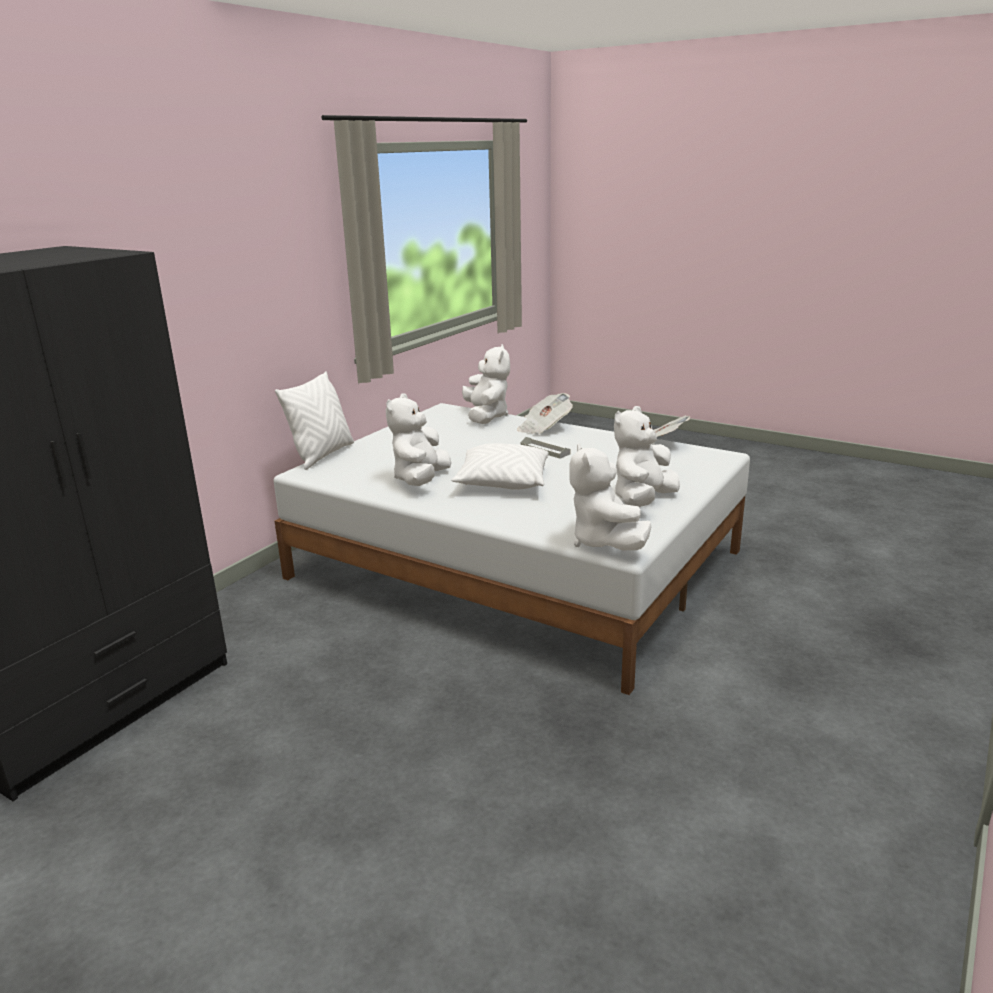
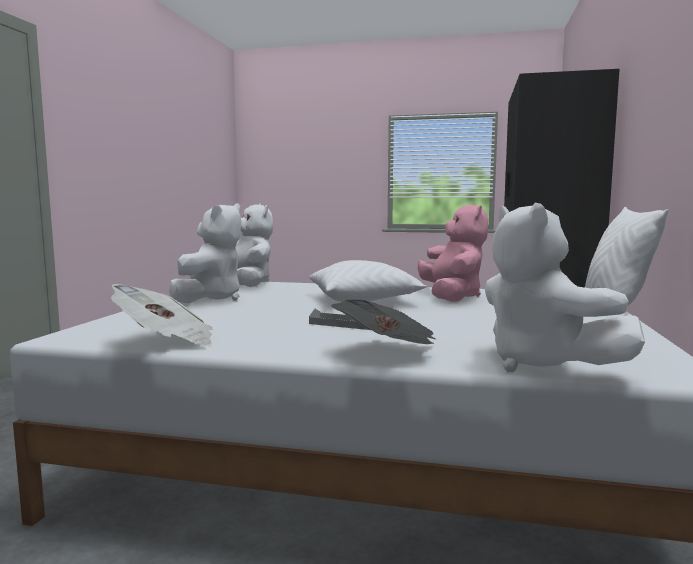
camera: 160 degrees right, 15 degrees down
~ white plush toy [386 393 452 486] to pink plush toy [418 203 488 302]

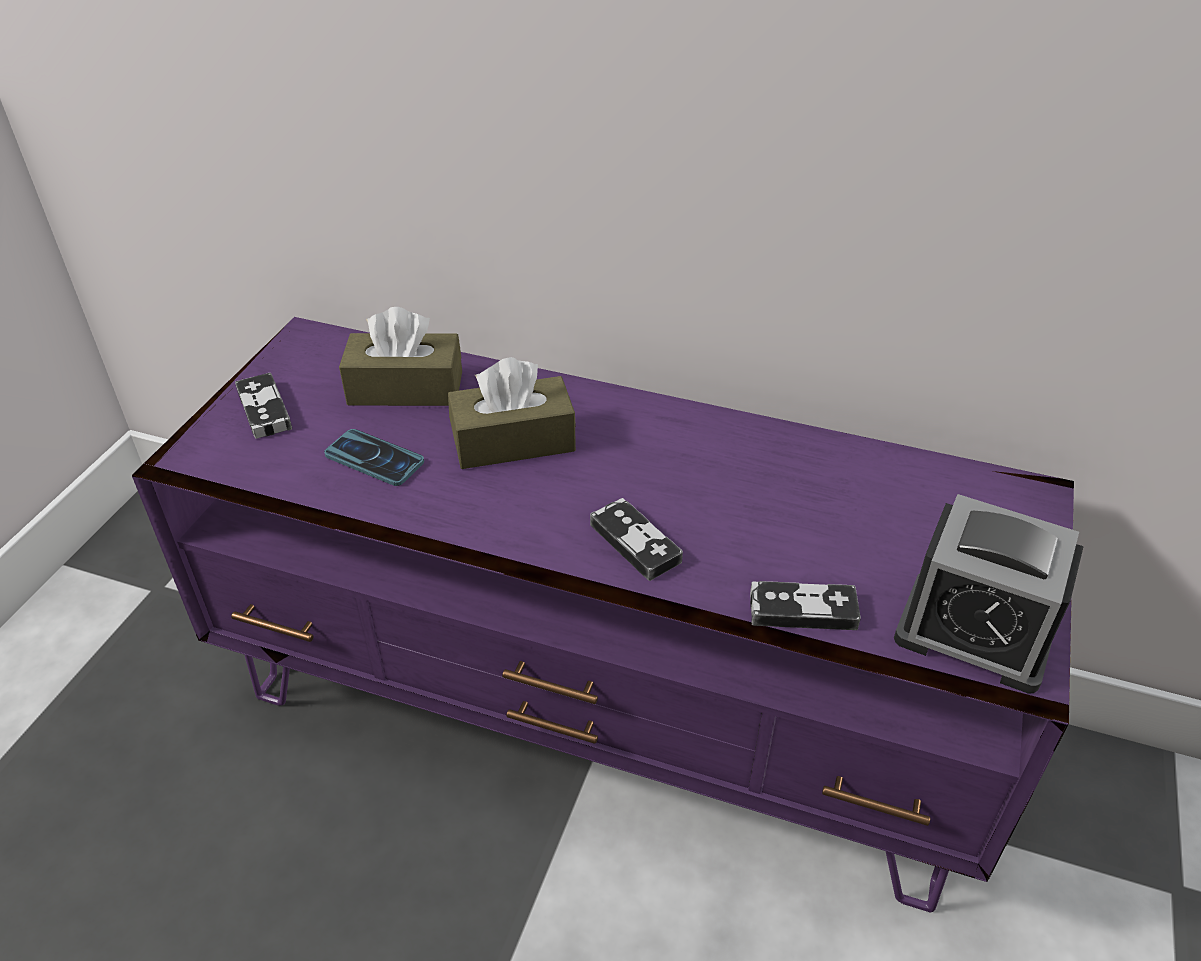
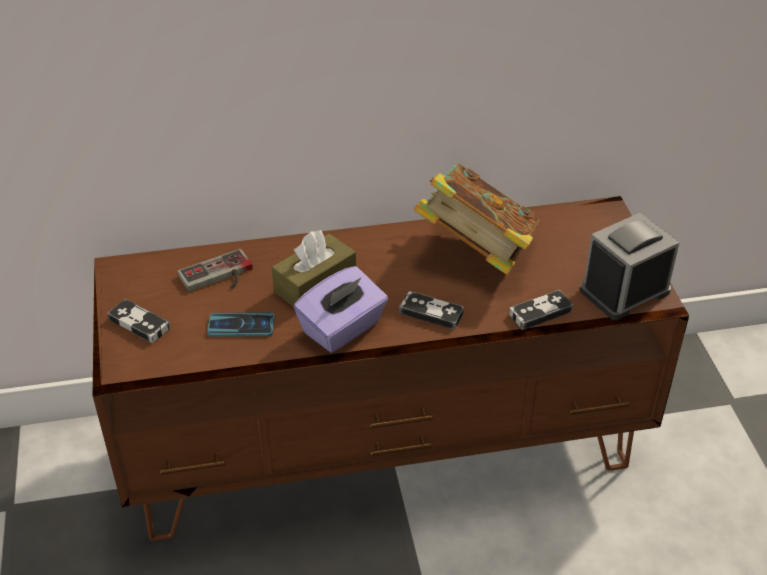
camera: 30 degrees left, 0 degrees up
~ purple tv stand [132 317 1074 913] to brown tv stand [93 196 689 541]
~ brown tissue box [339 307 462 406] to game controller [178 249 253 292]
+ purple tissue box [294 266 388 353]
+ book [414 163 540 275]
~ alarm clock [894 494 1084 694] = [580 213 679 320] 150 degrees clockwise

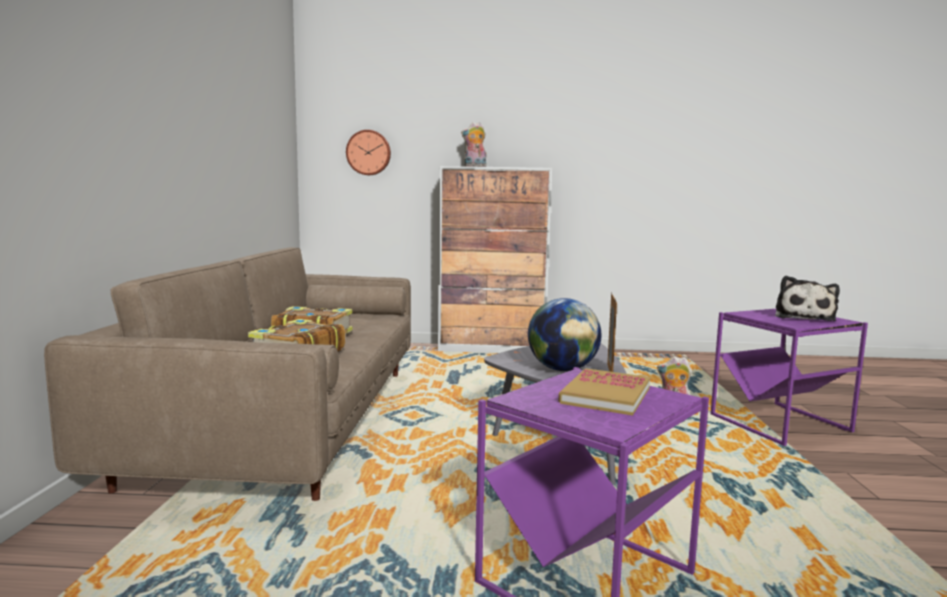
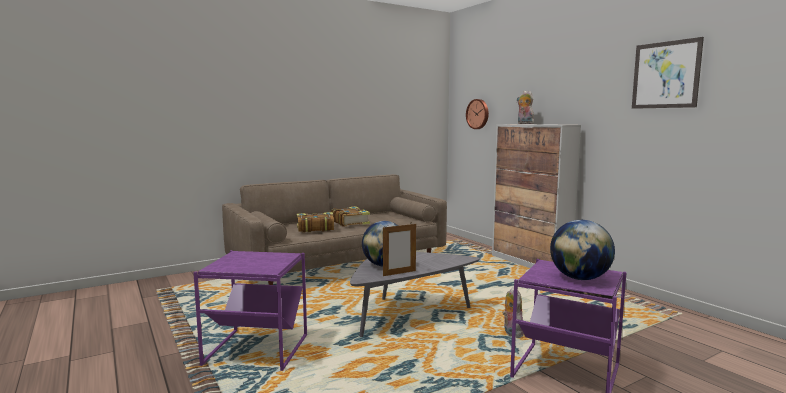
camera: 55 degrees right, 0 degrees up
~ plush toy [775 276 840 321] to globe [550 220 615 280]
+ picture [632 37 704 109]
- book [558 368 650 416]

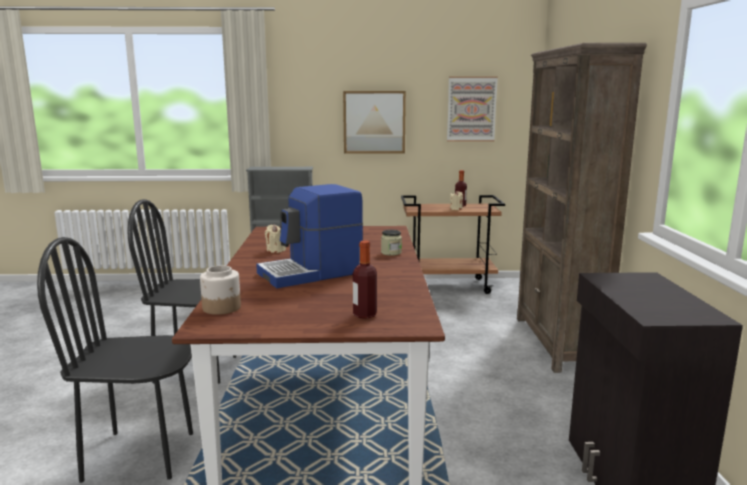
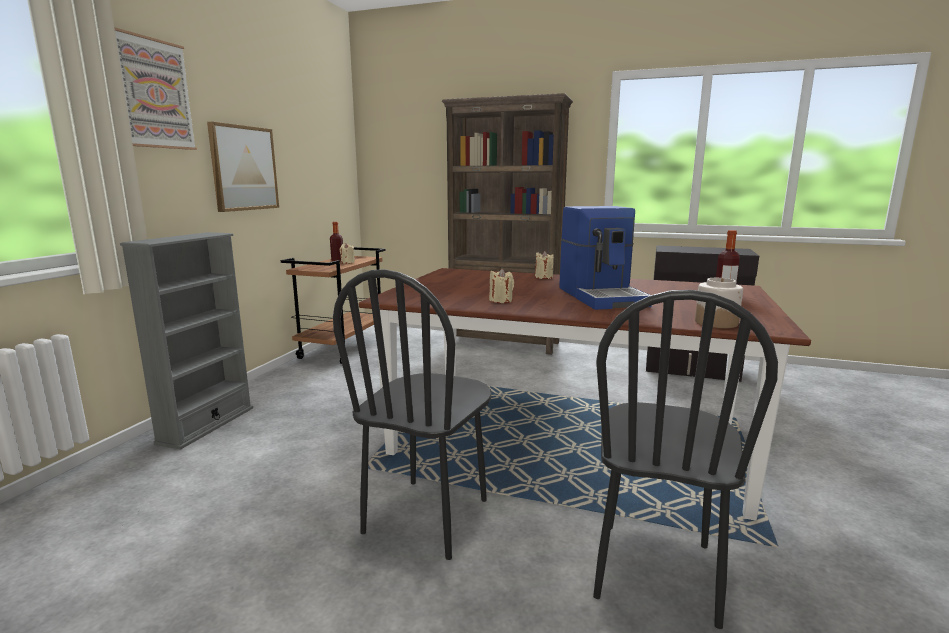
camera: 70 degrees left, 0 degrees up
~ picture [447 76 498 141] to [114 27 197 150]
~ jar [381 230 402 256] to beige candle [535 251 554 279]

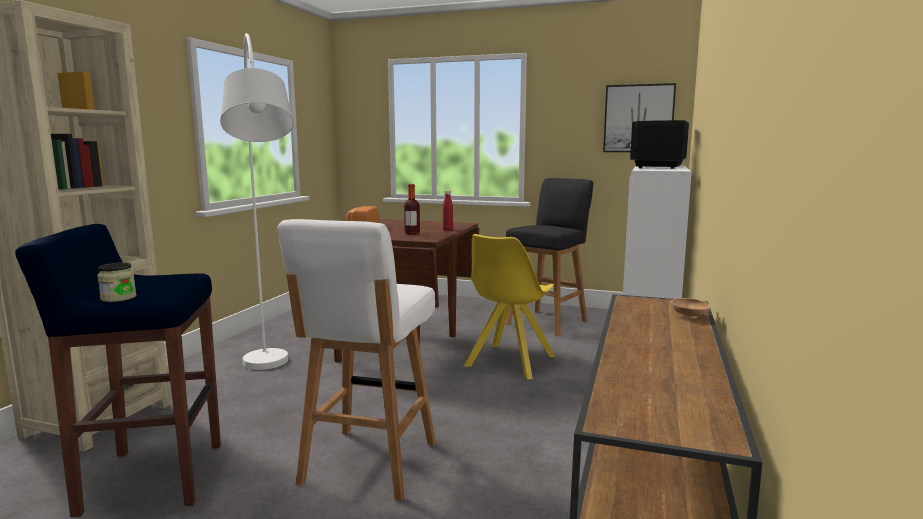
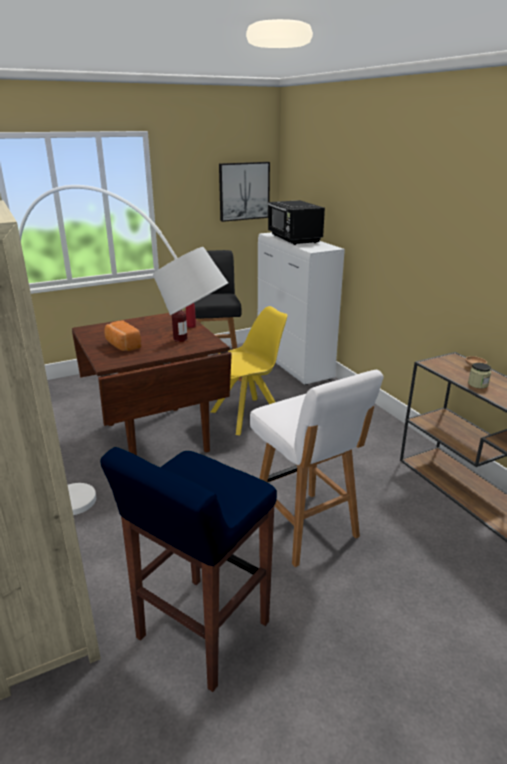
camera: 45 degrees left, 15 degrees up
~ yellow chair [464 234 555 380] = [211 306 288 435] 105 degrees counterclockwise
~ jar [97 263 136 302] to [468 363 491 389]

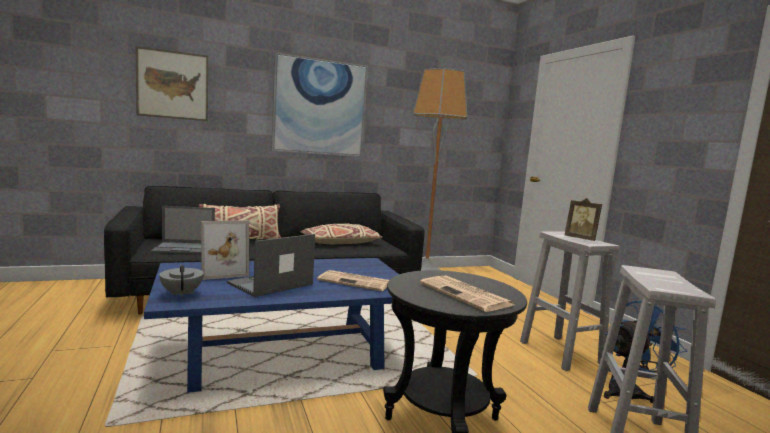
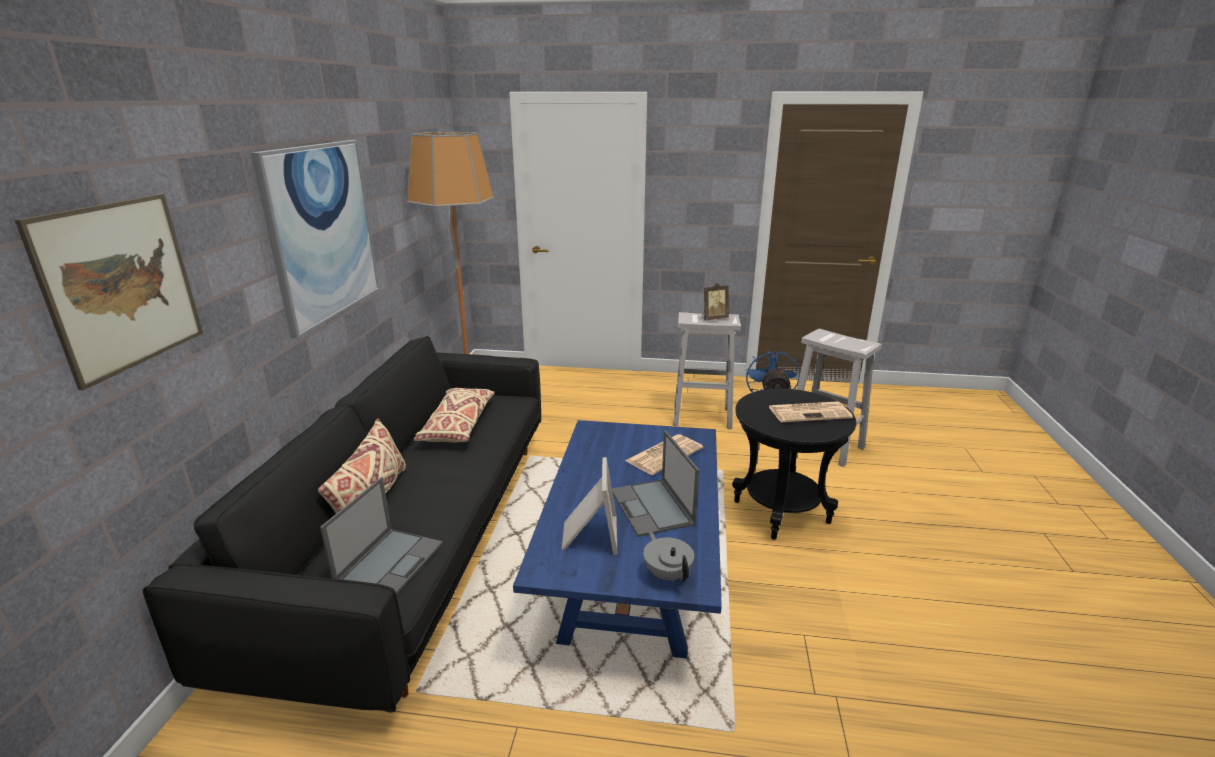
camera: 60 degrees left, 15 degrees up
~ grey teapot [159 265 204 297] = [643 531 694 582] 60 degrees clockwise

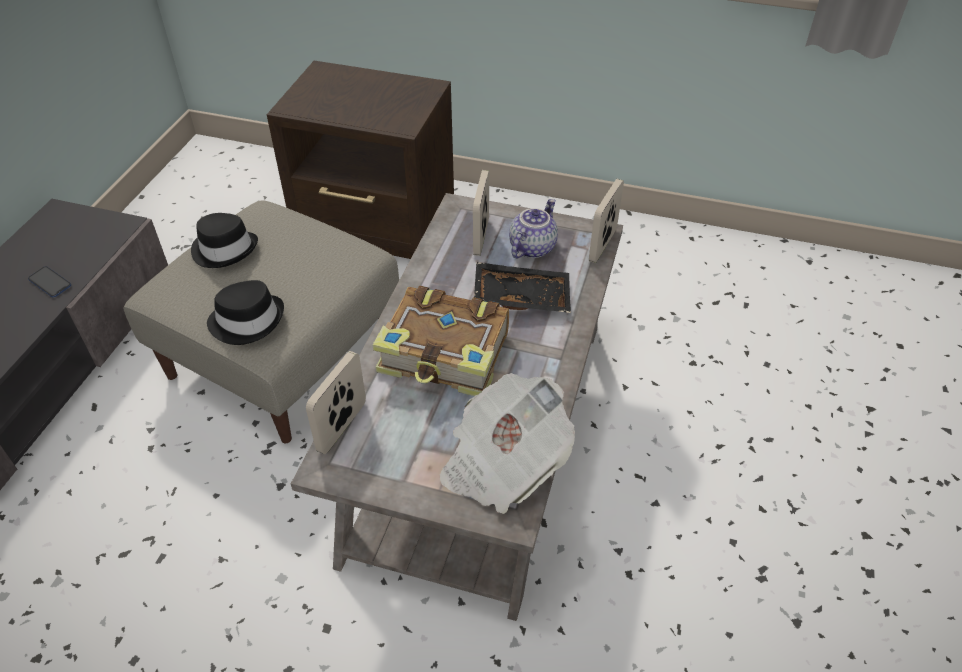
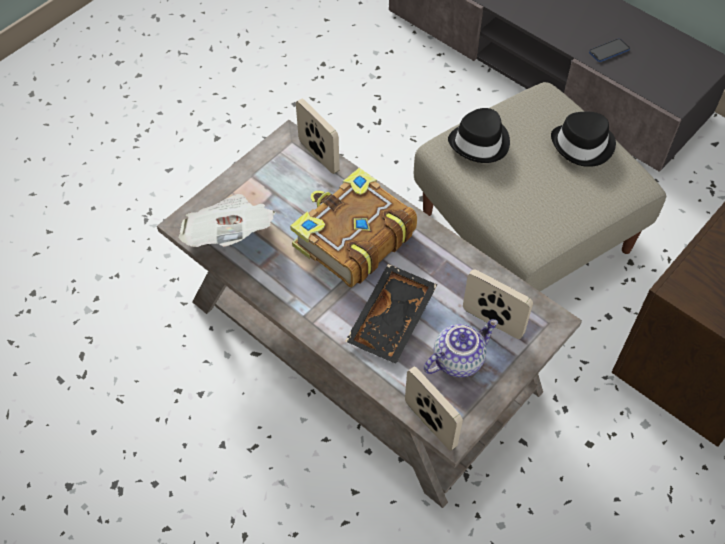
camera: 115 degrees right, 10 degrees up
~ teapot [509 199 558 258] = [424 319 498 377] 90 degrees counterclockwise

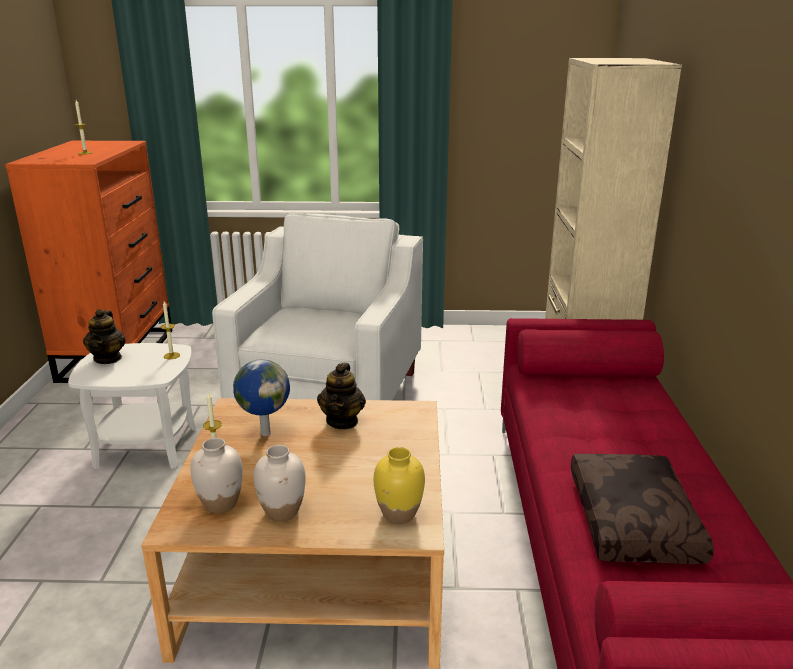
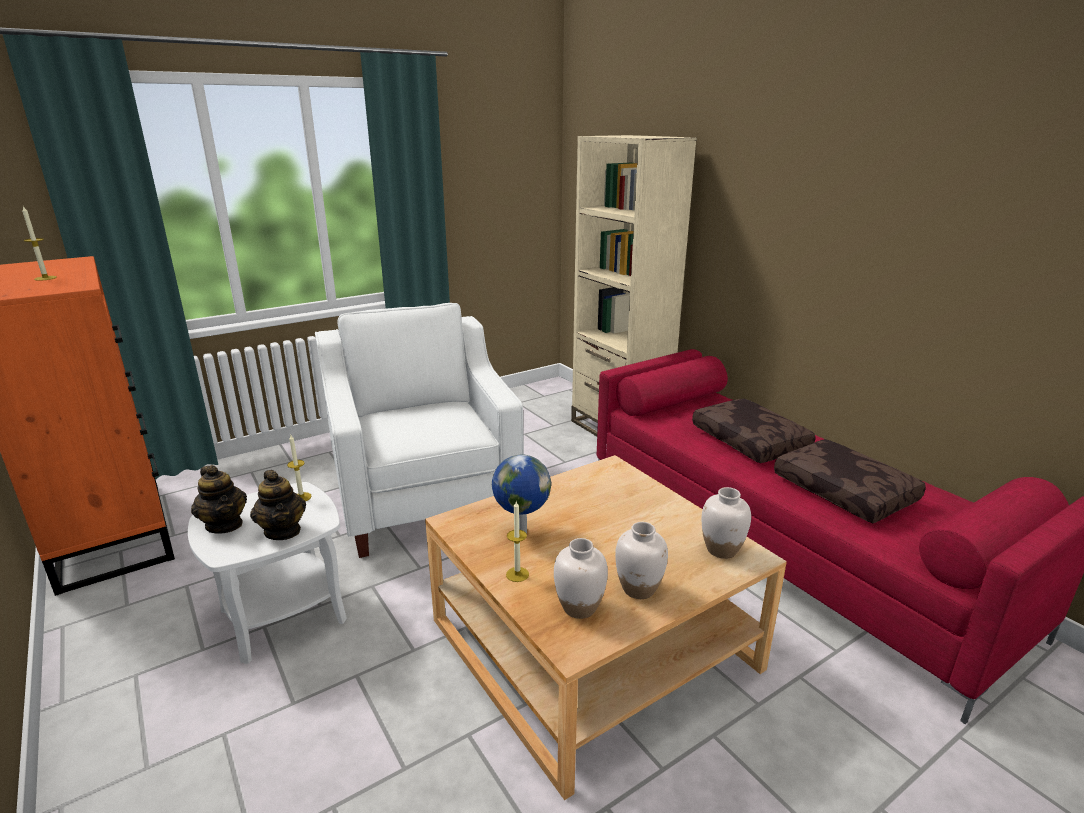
camera: 35 degrees left, 0 degrees up
~ teapot [317 363 366 429] to [250 470 306 540]
+ brown pillow [692 399 815 463]
~ yellow vase [374 447 425 524] to white vase [702 487 751 559]

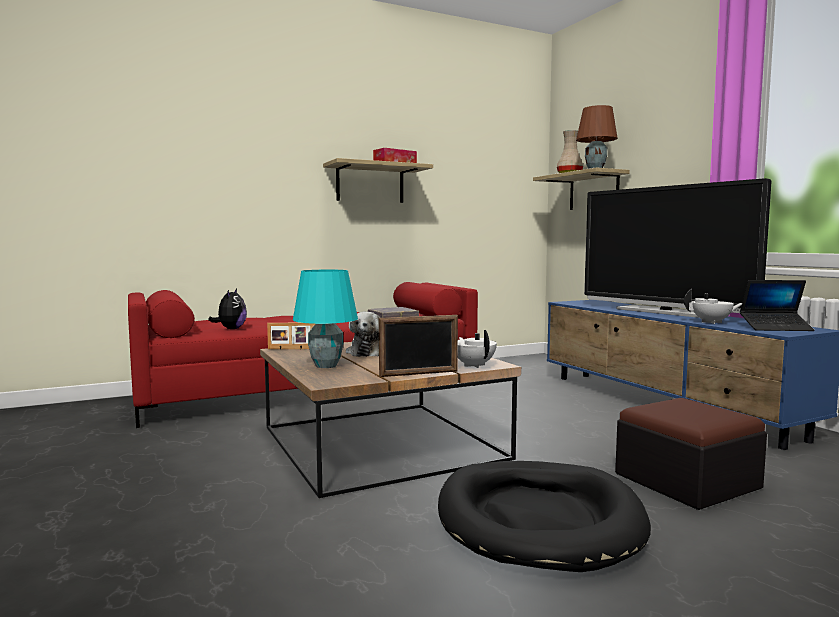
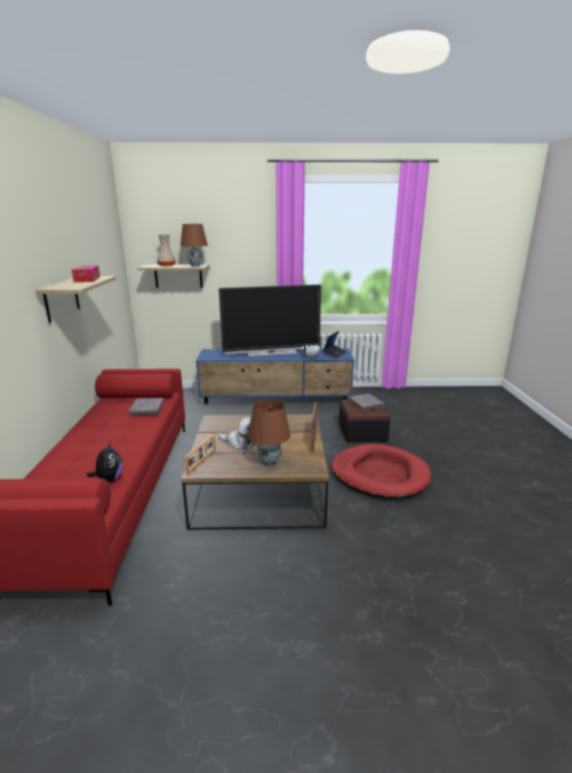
camera: 65 degrees left, 15 degrees up
~ plush toy [208 289 247 329] = [87 441 123 482] 60 degrees clockwise
~ turquoise table lamp [293 270 358 368] to brown table lamp [248 400 291 466]
~ black dog bed [438 461 651 572] to red dog bed [331 444 431 499]
+ grey book [349 394 384 411]
- white teapot [458 330 497 368]

